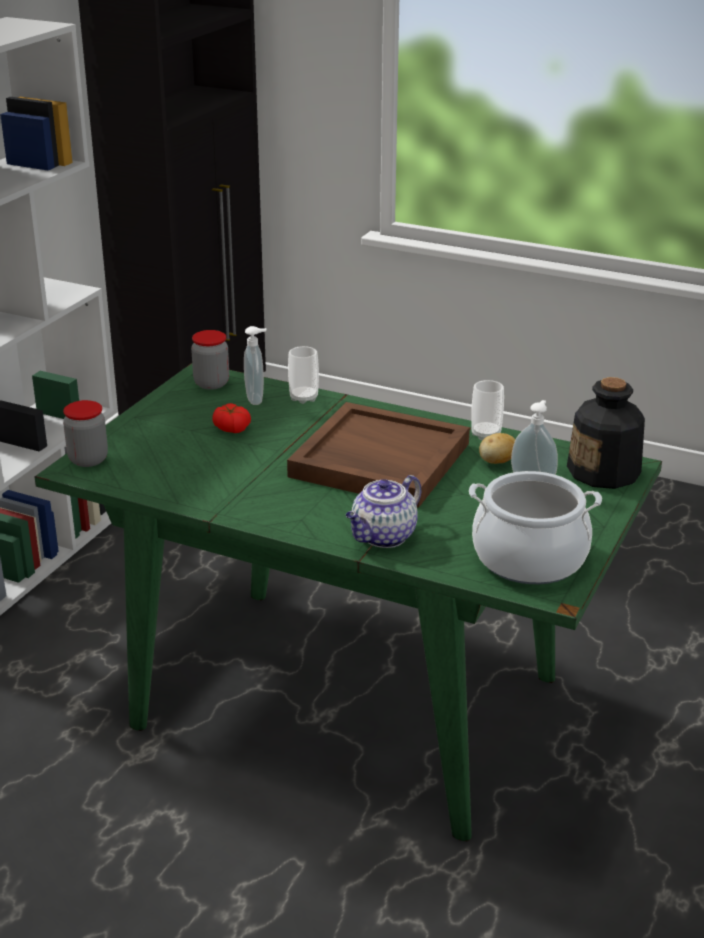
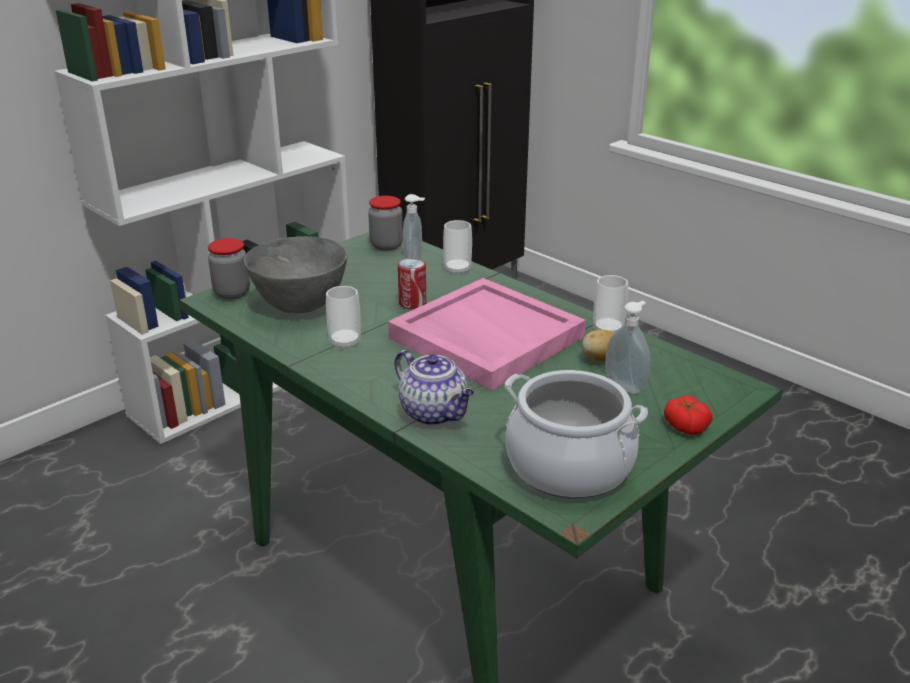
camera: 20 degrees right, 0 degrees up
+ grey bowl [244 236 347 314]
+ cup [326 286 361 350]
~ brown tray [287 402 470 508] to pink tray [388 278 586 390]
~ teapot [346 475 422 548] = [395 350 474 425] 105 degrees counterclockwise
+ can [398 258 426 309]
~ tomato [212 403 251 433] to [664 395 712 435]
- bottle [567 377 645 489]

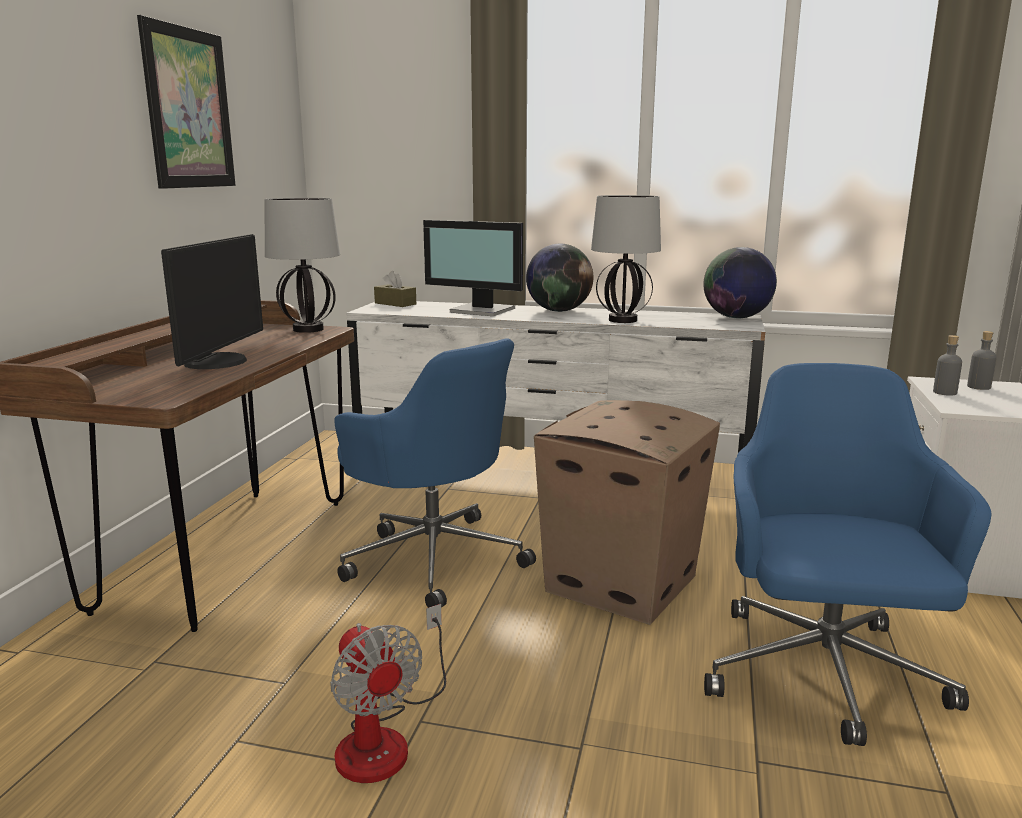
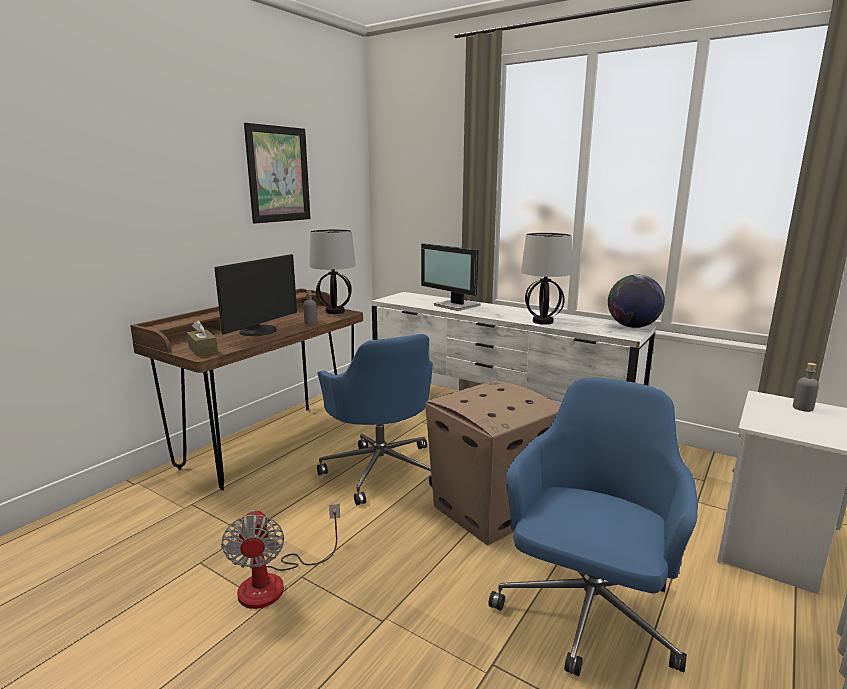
camera: 20 degrees right, 0 degrees up
~ brown tissue box [374 271 416 307] to [187 320 218 357]
~ grey bottle [933 335 962 396] to [303 289 317 324]
- globe [526 244 593 312]

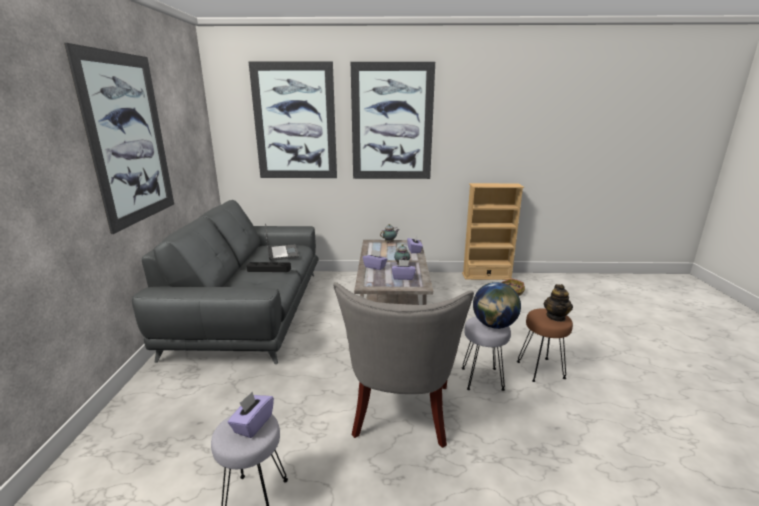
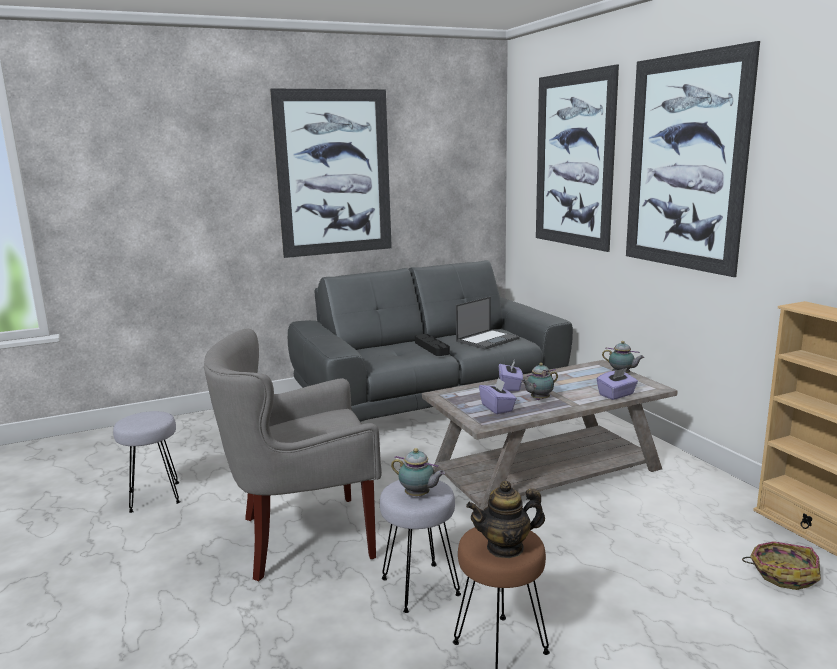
camera: 65 degrees right, 5 degrees down
~ globe [473 282 521 329] to teapot [391 448 445 497]
- purple tissue box [228 392 274 438]

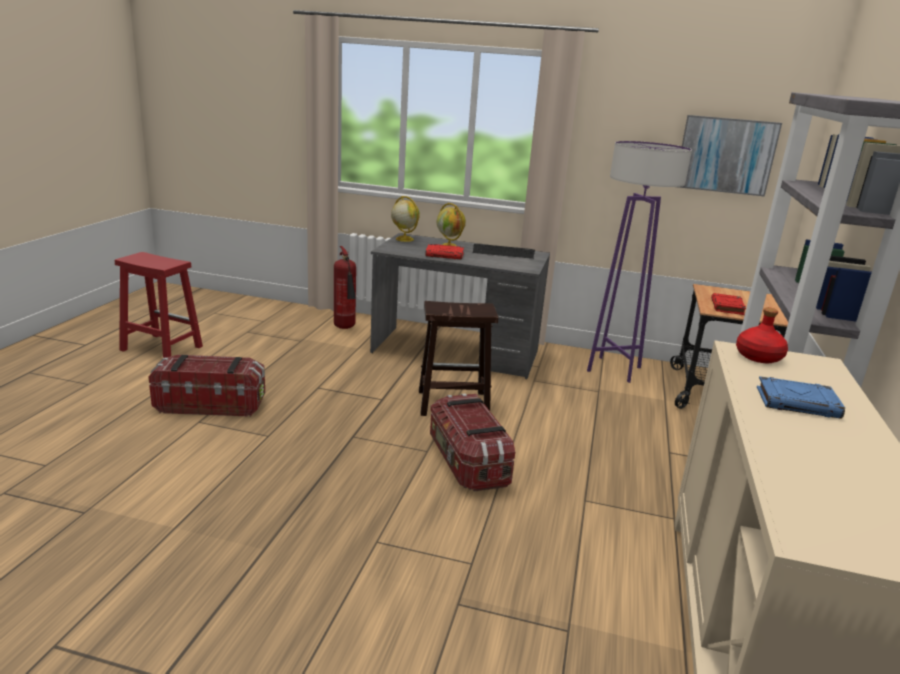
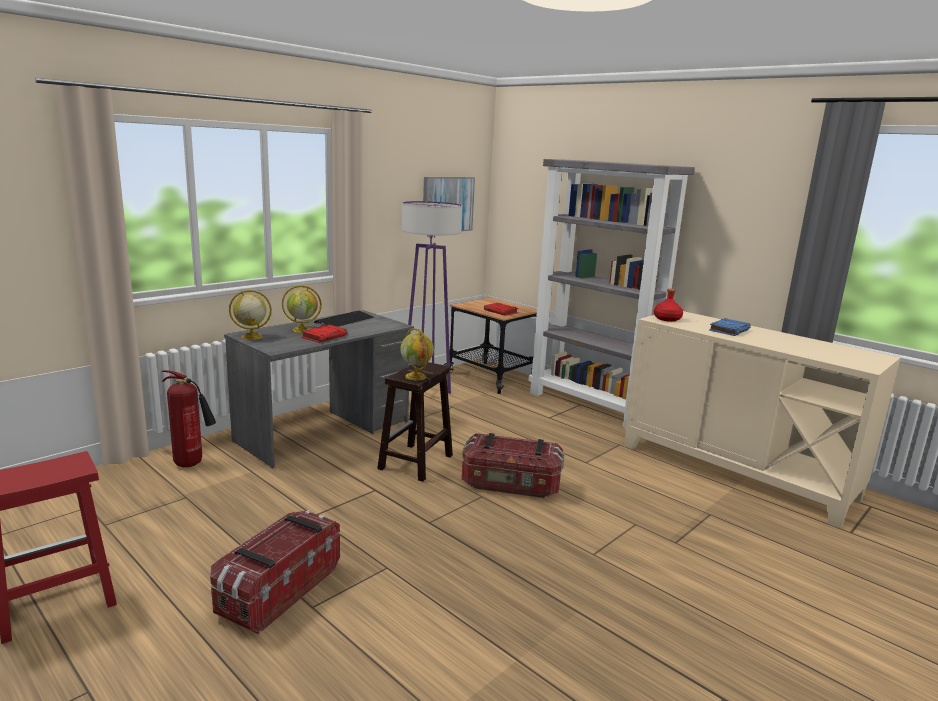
camera: 60 degrees left, 5 degrees down
+ globe [400 328 434 380]

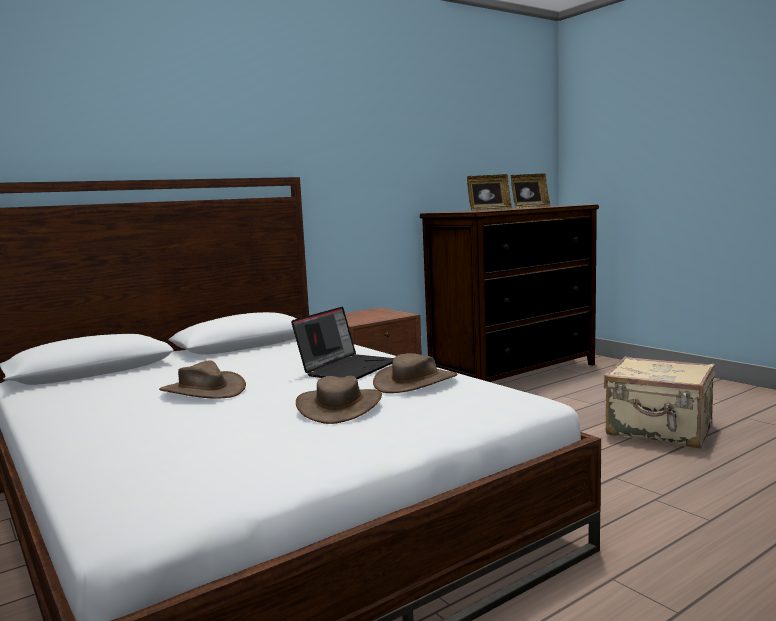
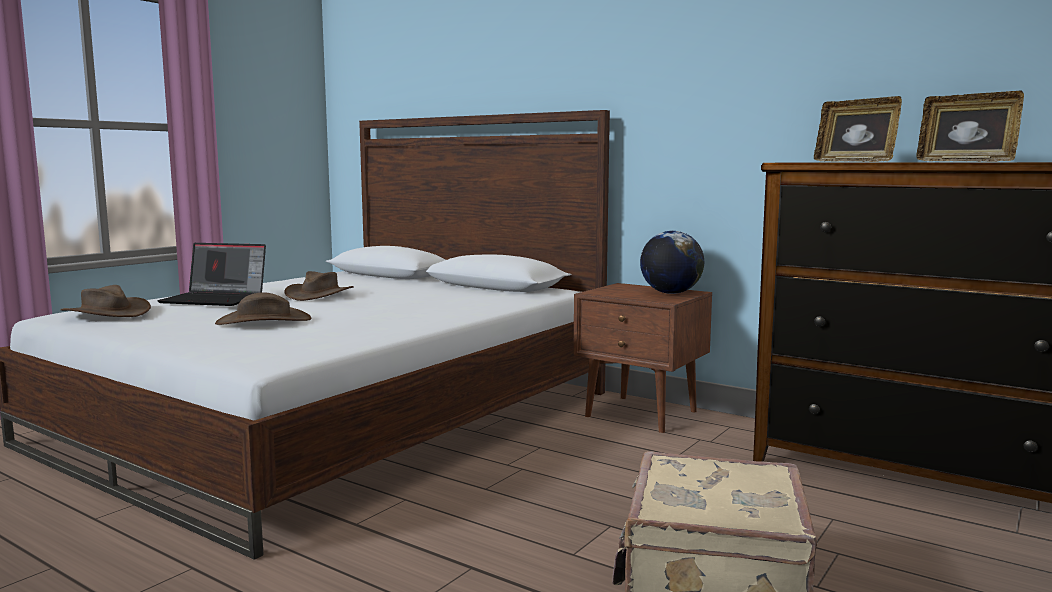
camera: 70 degrees right, 0 degrees up
~ brown hat [373 353 458 393] to [61 285 151 317]
~ laptop [291 307 394 379] to [157 243 266 306]
+ globe [640 231 704 294]

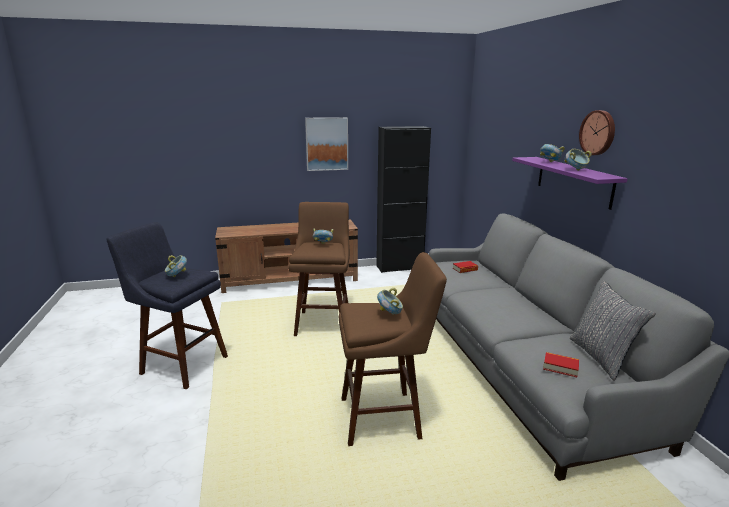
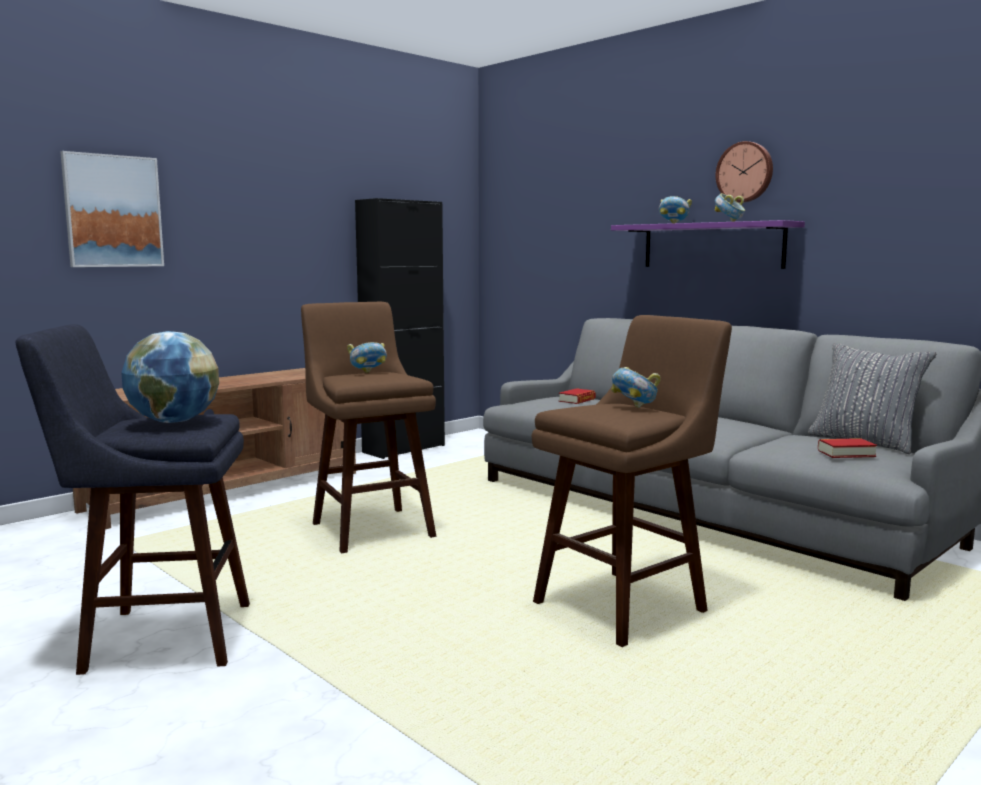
camera: 30 degrees left, 10 degrees down
~ picture [305 117 348 171] to [60 151 164 267]
~ bowl [165 255 187 277] to globe [121 331 219 423]

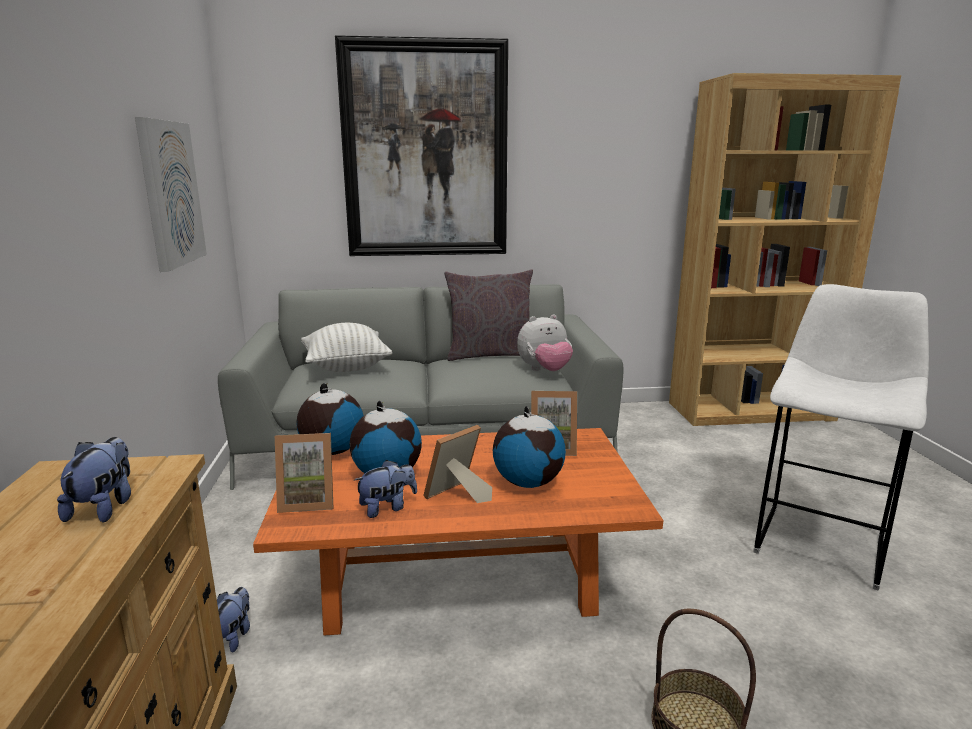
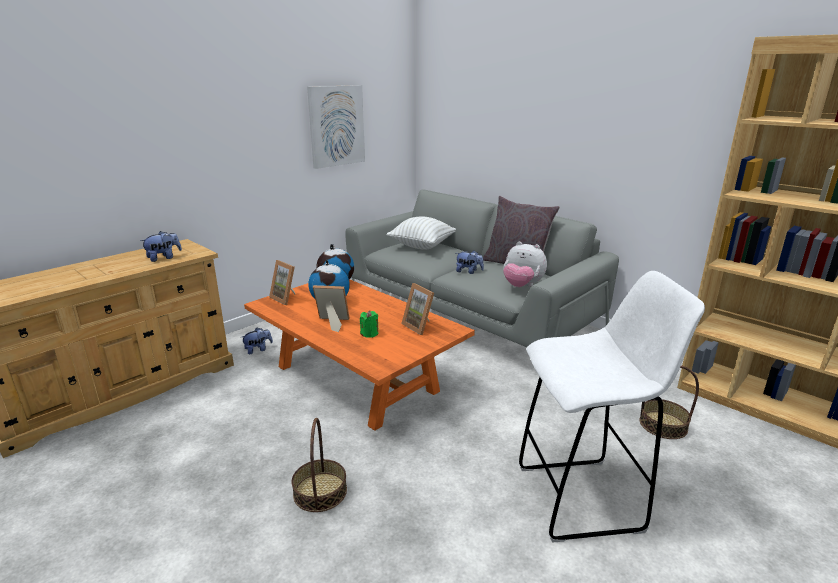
camera: 50 degrees right, 5 degrees up
~ globe [493 406 566 488] to green candle [360 310 379 338]
~ plush toy [354 460 417 518] to [456 250 484 274]
+ basket [640 365 699 439]
- picture [335 35 508 256]

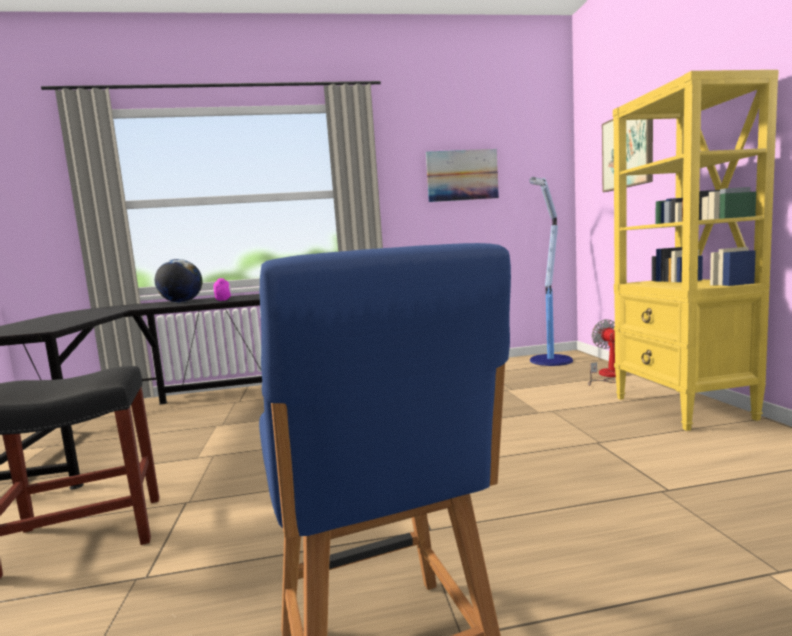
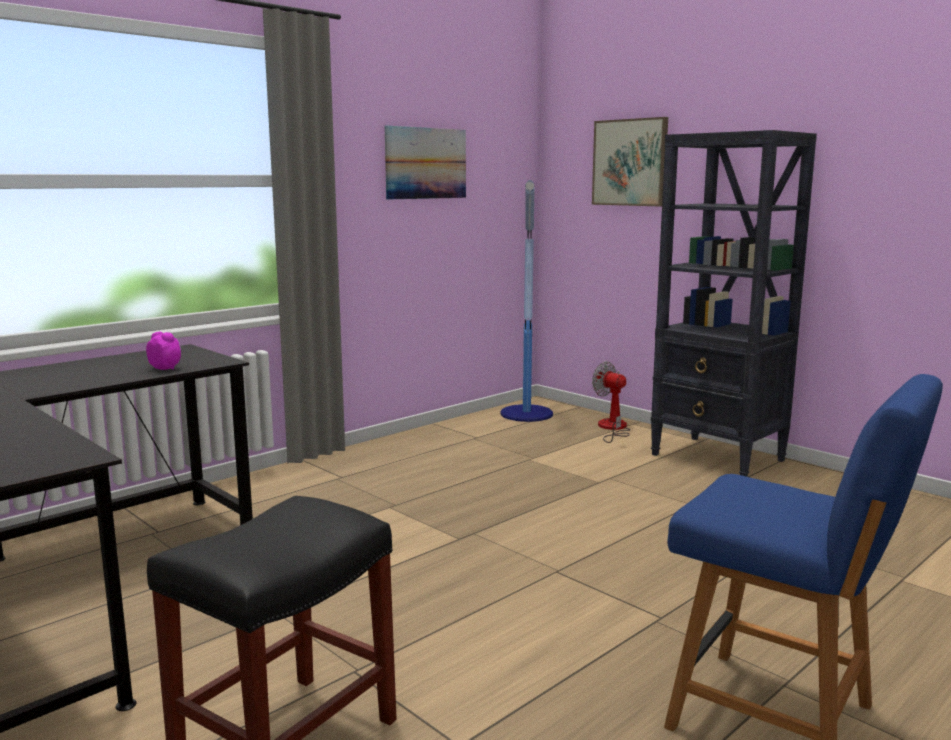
camera: 35 degrees left, 5 degrees up
~ yellow bookcase [613 70 779 431] to black bookcase [651 130 817 477]
- globe [155 259 202 303]

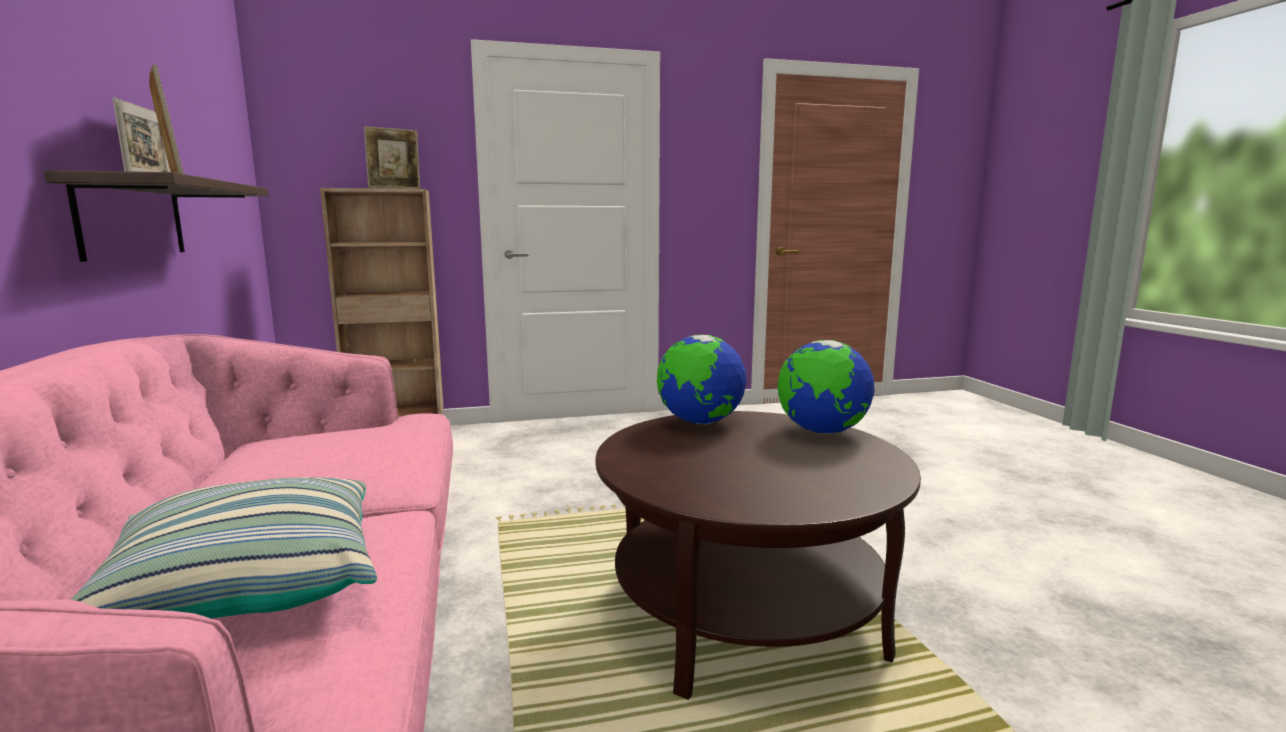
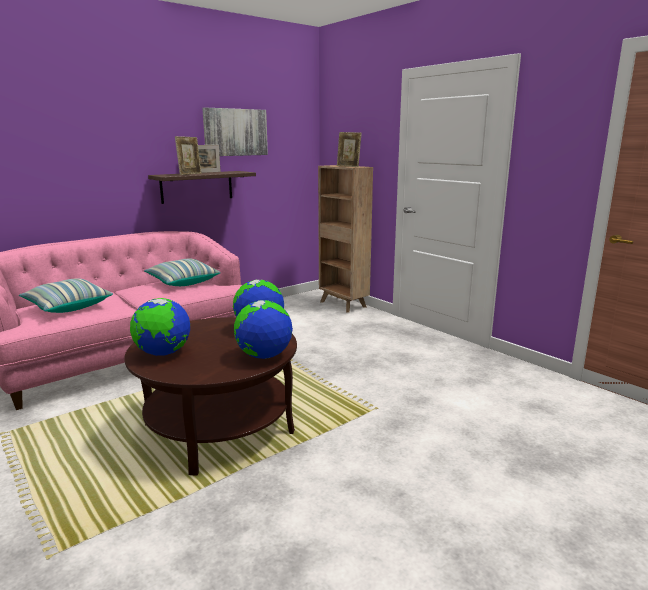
camera: 65 degrees right, 5 degrees up
+ globe [130 298 190 356]
+ pillow [144 258 221 286]
+ picture [202 107 268 156]

